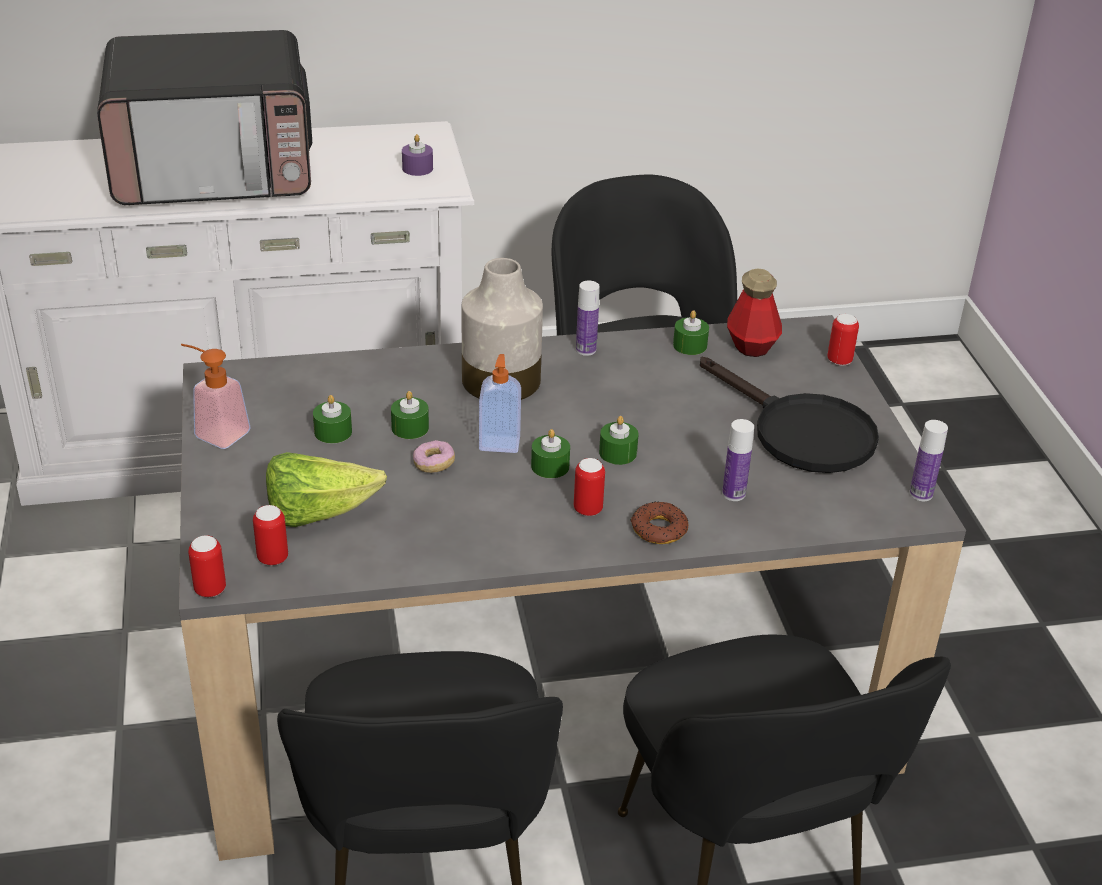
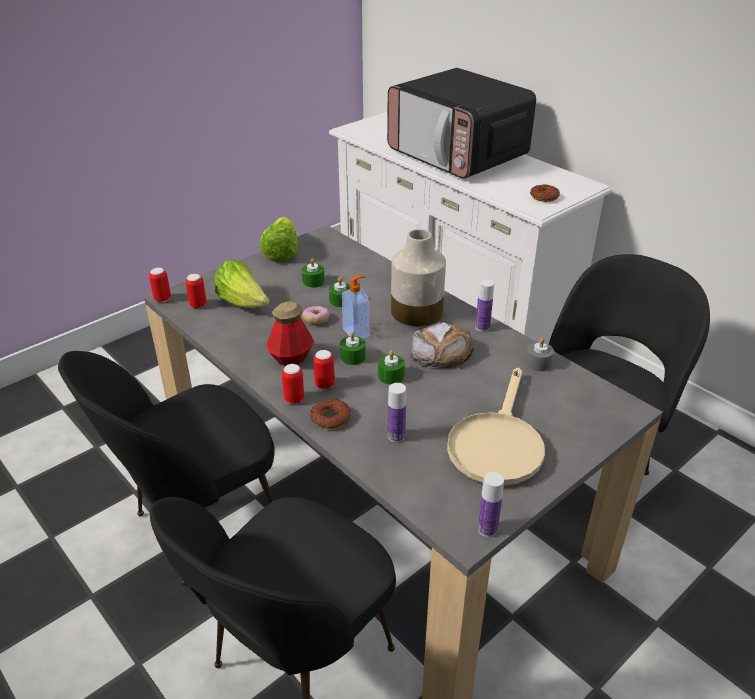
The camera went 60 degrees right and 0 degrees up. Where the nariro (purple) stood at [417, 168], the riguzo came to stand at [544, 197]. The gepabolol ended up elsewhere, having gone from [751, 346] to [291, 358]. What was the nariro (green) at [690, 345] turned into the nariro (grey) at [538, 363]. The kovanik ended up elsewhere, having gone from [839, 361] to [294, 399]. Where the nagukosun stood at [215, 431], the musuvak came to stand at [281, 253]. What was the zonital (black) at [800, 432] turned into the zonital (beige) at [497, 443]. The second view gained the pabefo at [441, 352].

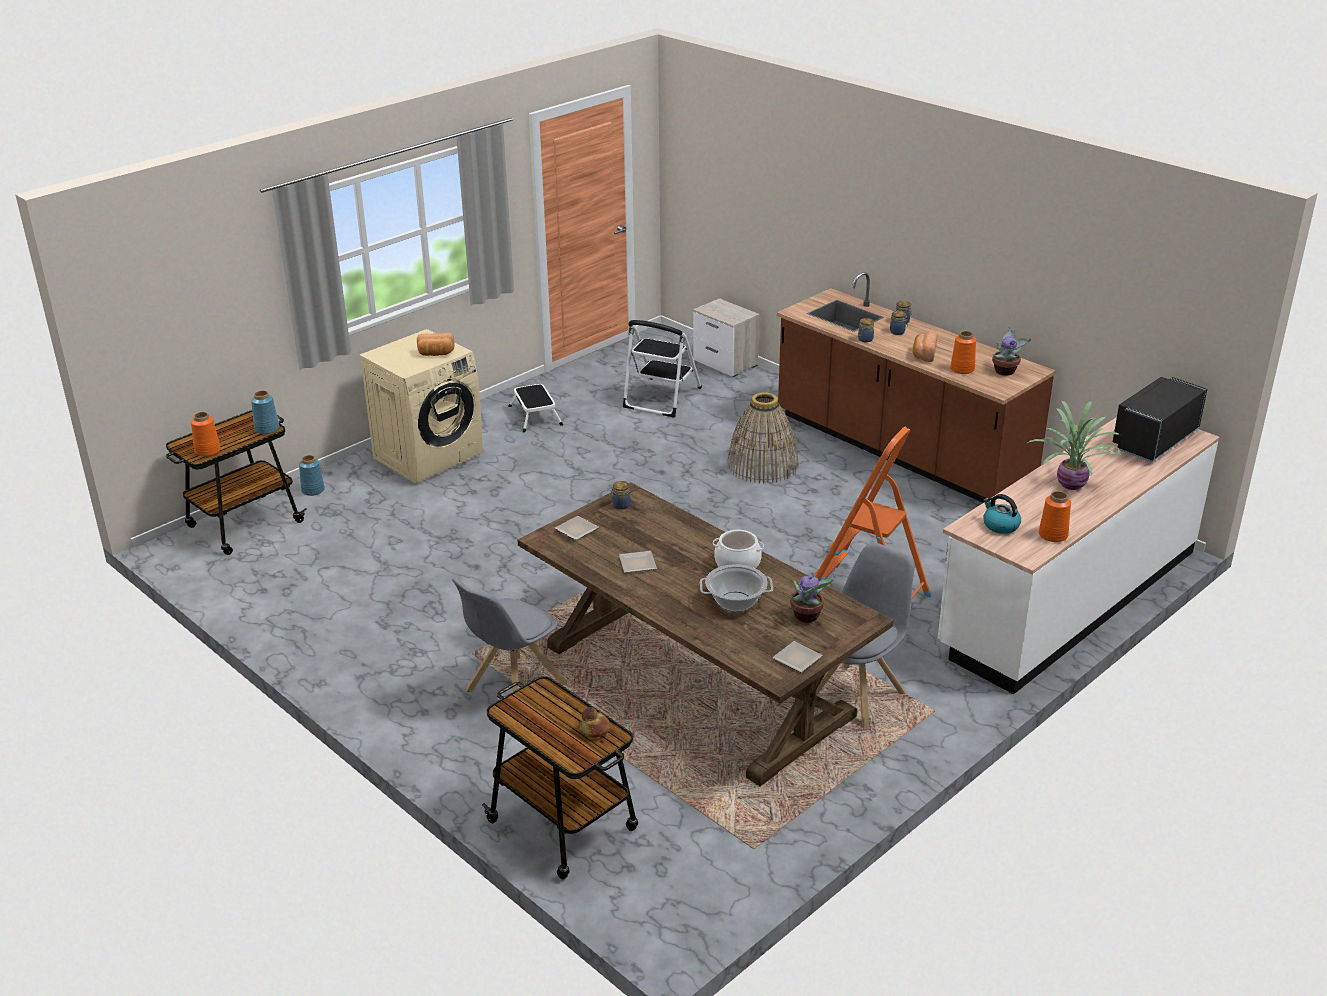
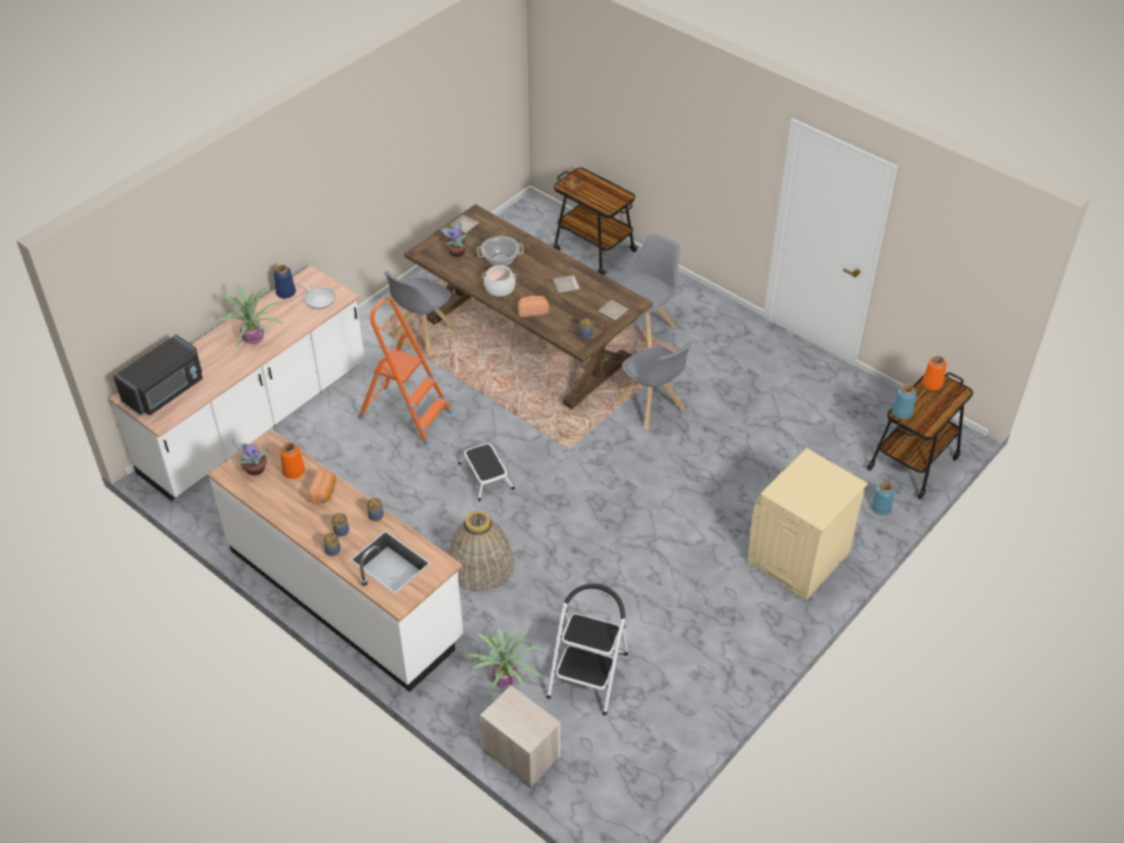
The camera went 175 degrees right and 15 degrees up. What was the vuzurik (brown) at [901, 451] turned into the vuzurik (white) at [345, 594]. The pabefo ended up elsewhere, having gone from [436, 353] to [532, 311]. The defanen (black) ended up elsewhere, having gone from [535, 415] to [486, 476]. What was the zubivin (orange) at [1053, 535] turned into the zubivin (blue) at [285, 293]. Where the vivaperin stood at [1000, 525], the zonital came to stand at [319, 299]. The second view gained the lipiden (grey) at [652, 407]. The second view gained the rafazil at [504, 680].

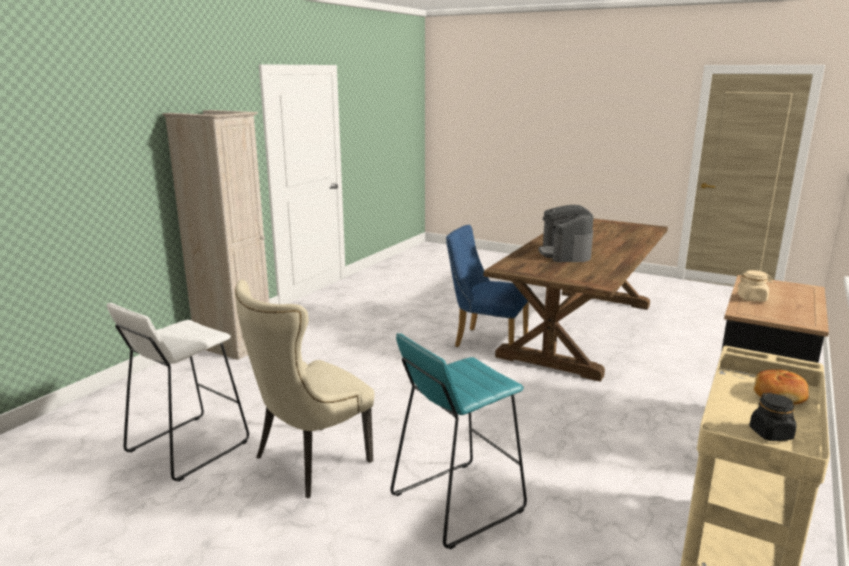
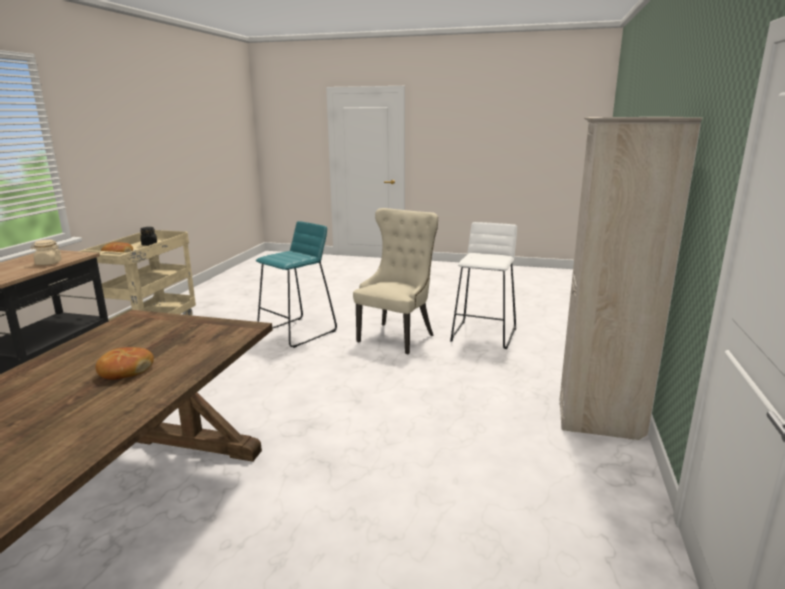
The camera went 165 degrees right and 0 degrees up. Where the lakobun stood at [565, 253], the pabefo came to stand at [125, 371]. The second view lost the lipiden (blue) at [485, 341].

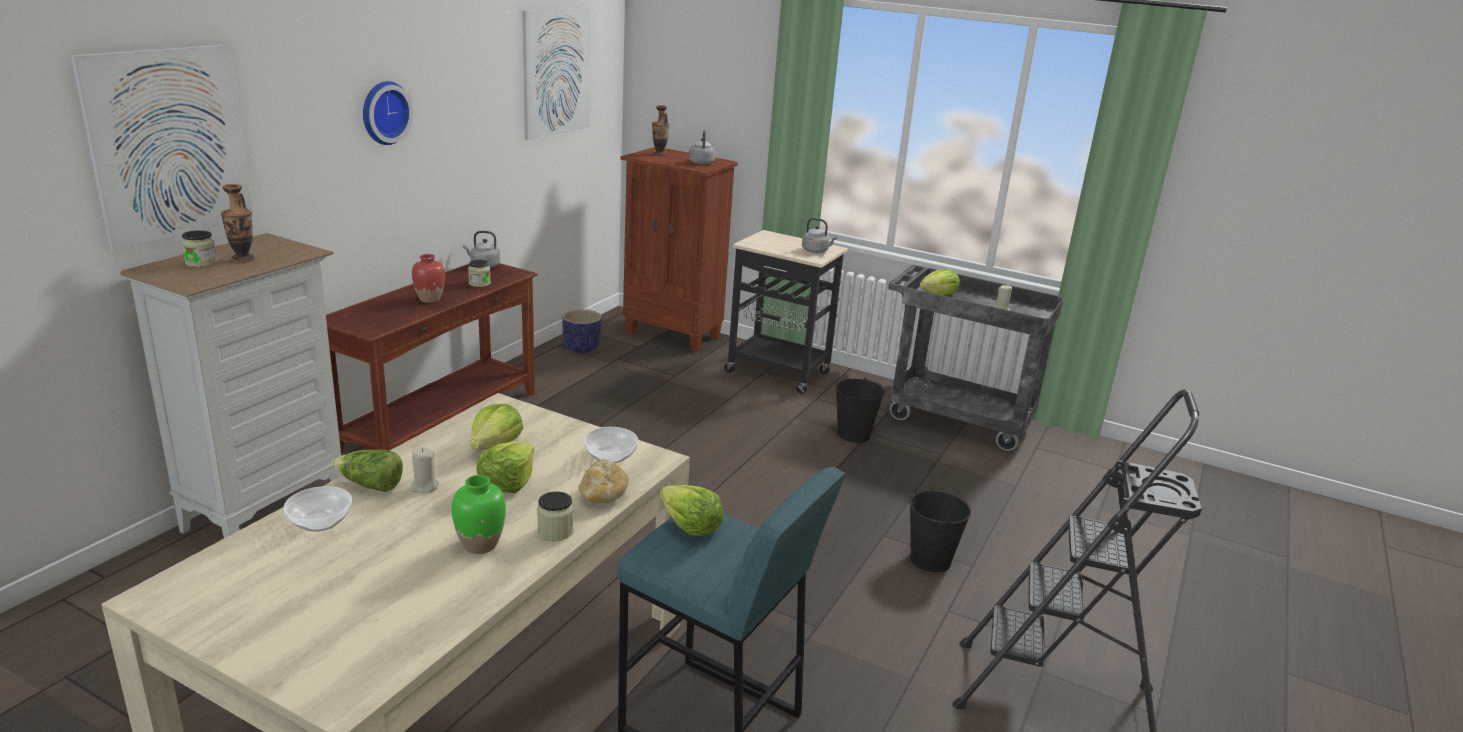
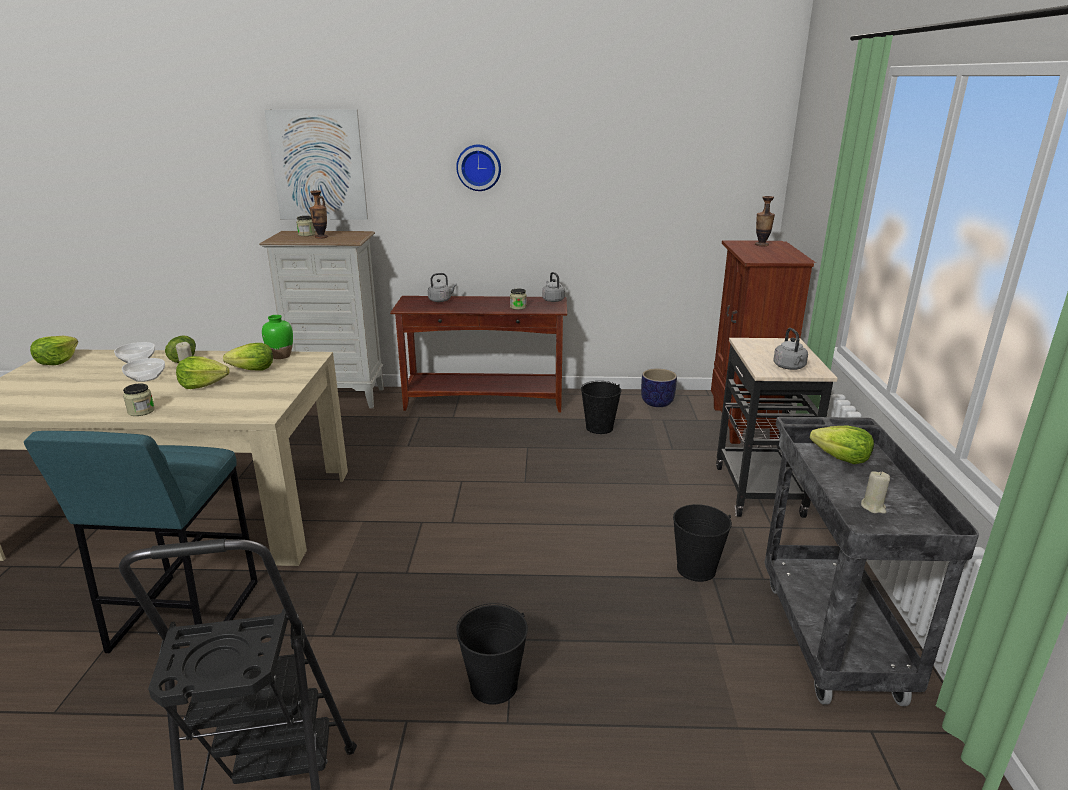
The camera went 65 degrees right and 0 degrees up. The second view lost the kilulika at [556, 72]. The vivaperin (grey) ended up elsewhere, having gone from [701, 162] to [441, 300]. The second view lost the zubivin (red) at [430, 299]. The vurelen ended up elsewhere, having gone from [610, 456] to [147, 377]. The second view lost the pabefo at [603, 495]. The zubivin (green) ended up elsewhere, having gone from [480, 545] to [280, 356]. The musuvak ended up elsewhere, having gone from [690, 526] to [57, 361]. The second view gained the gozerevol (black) at [599, 427].

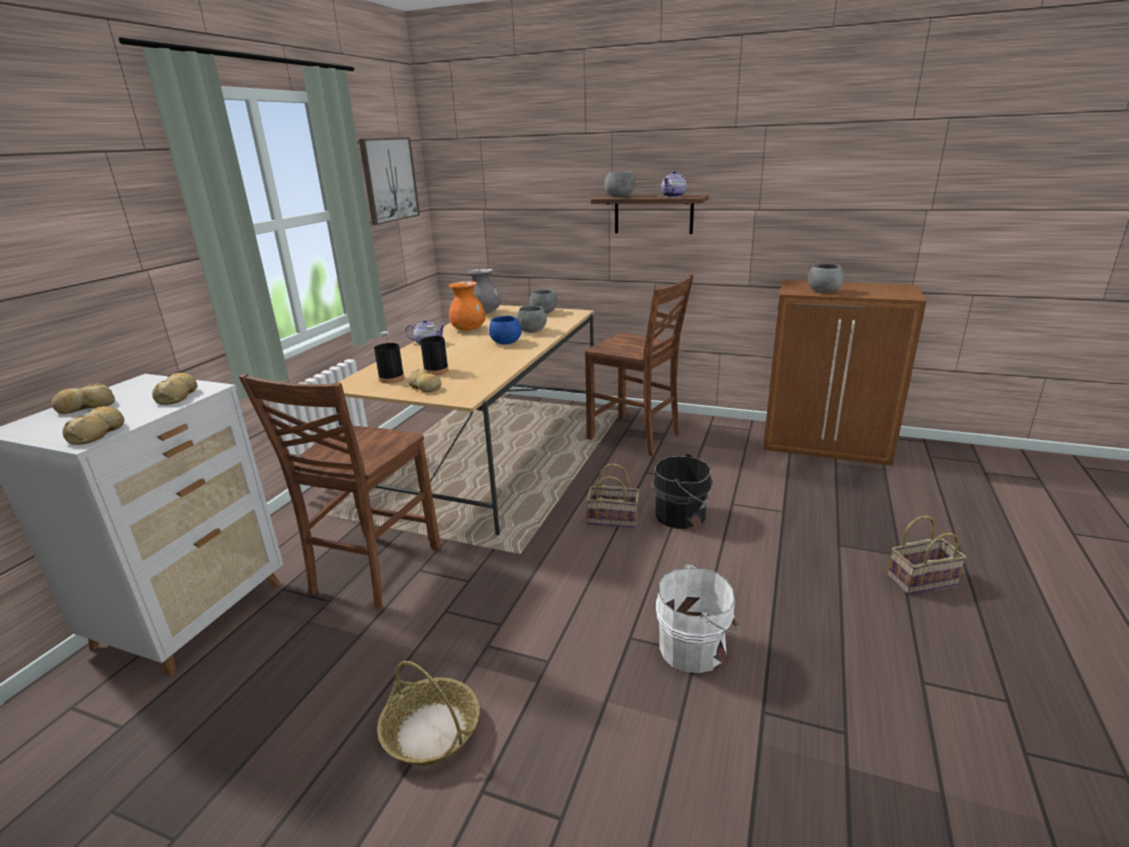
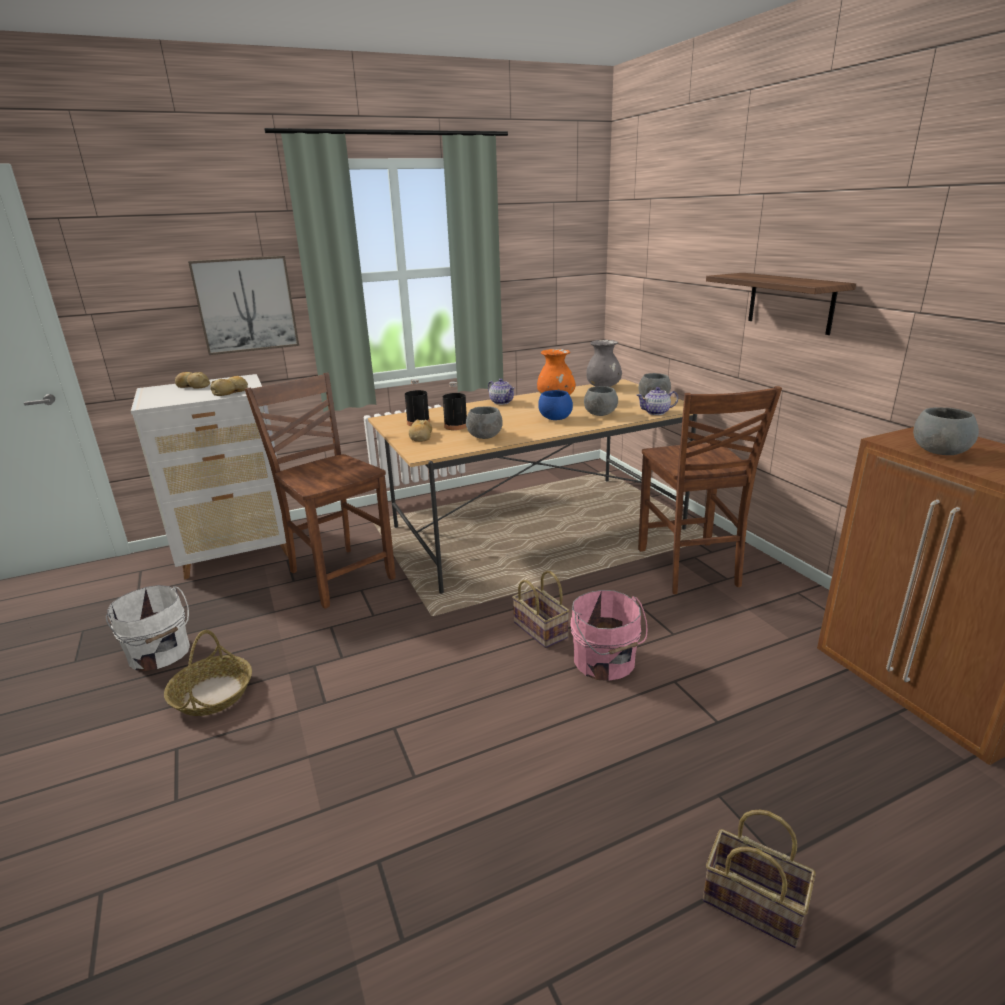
The camera went 45 degrees right and 0 degrees up. The kilulika ended up elsewhere, having gone from [389, 180] to [246, 305]. The vurelen (grey) ended up elsewhere, having gone from [620, 197] to [484, 437]. The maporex ended up elsewhere, having gone from [673, 196] to [656, 412]. The lipiden (brown) at [373, 570] ended up facing another way, 75 degrees clockwise from before. The second view lost the pabefo at [98, 433]. What was the gozerevol (black) at [683, 515] turned into the gozerevol (pink) at [605, 663]. The gozerevol (white) ended up elsewhere, having gone from [695, 647] to [159, 654].

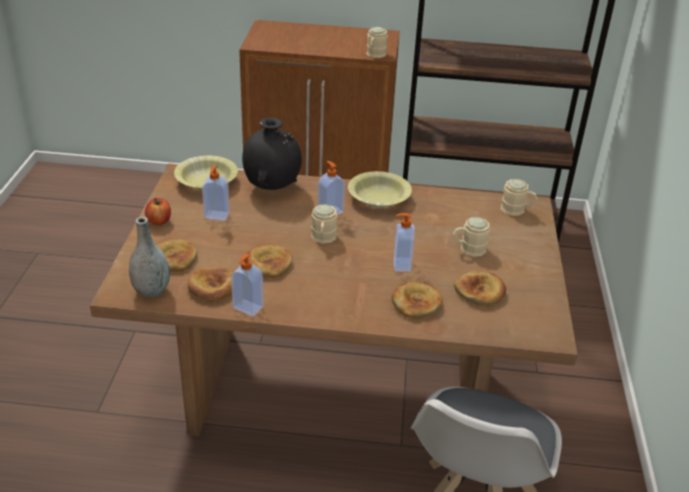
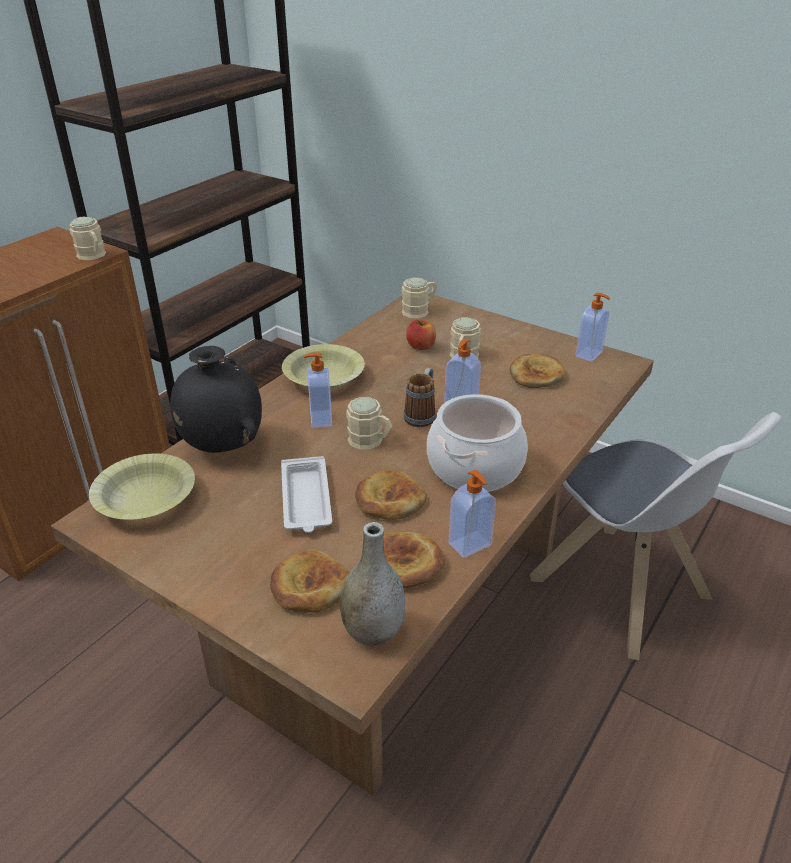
The camera went 60 degrees left and 0 degrees up. The nagukosun ended up elsewhere, having gone from [216, 216] to [589, 354]. The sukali ended up elsewhere, having gone from [159, 221] to [421, 346]. The second view lost the pabefo at [416, 302]. The second view gained the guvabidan at [422, 414]. The second view gained the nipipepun at [475, 467]. The second view gained the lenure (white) at [306, 500].

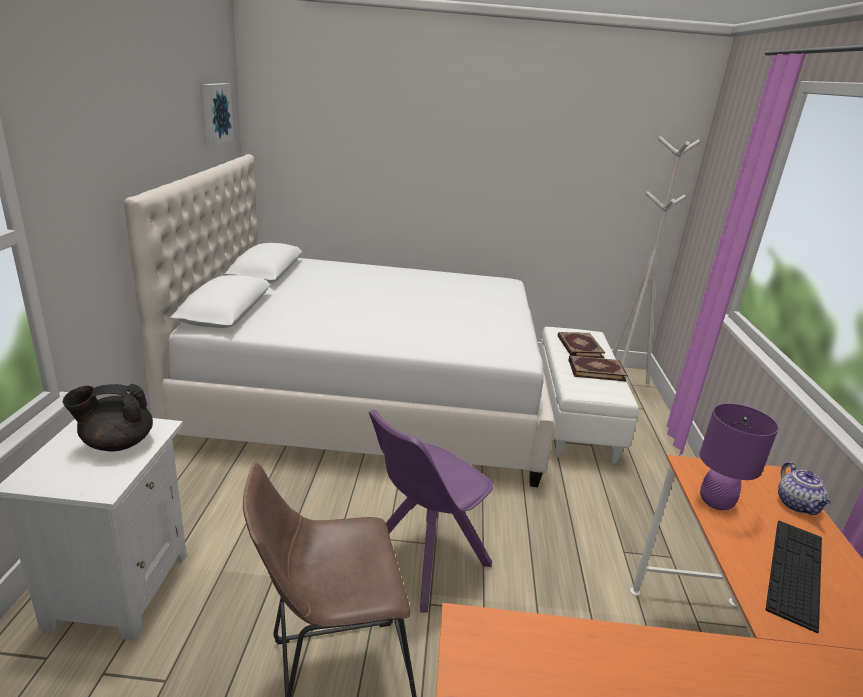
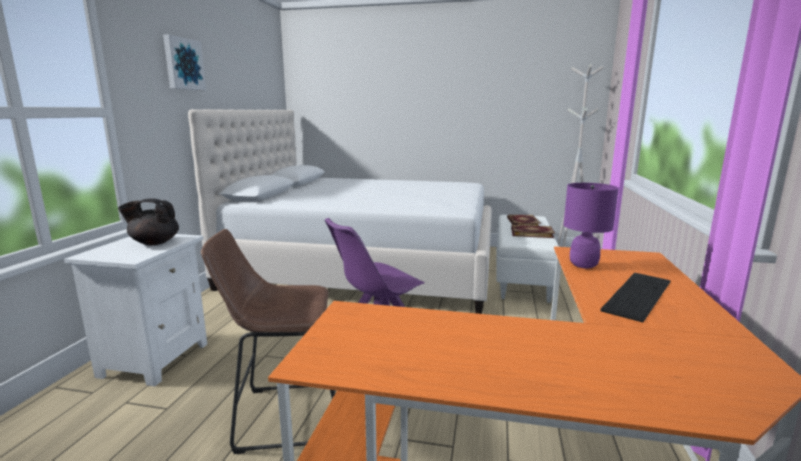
The camera went 10 degrees right and 10 degrees down. The kilulika ended up elsewhere, having gone from [215, 113] to [183, 64]. The second view lost the maporex at [797, 505].

